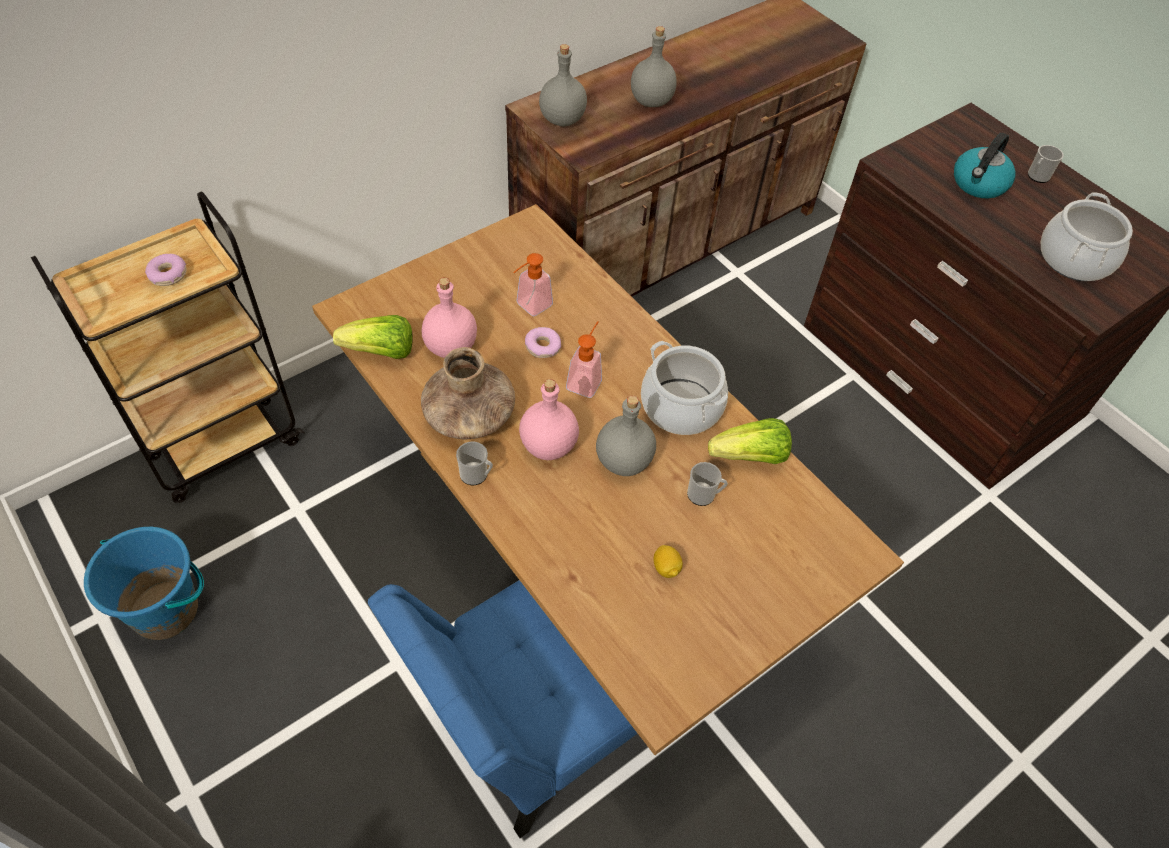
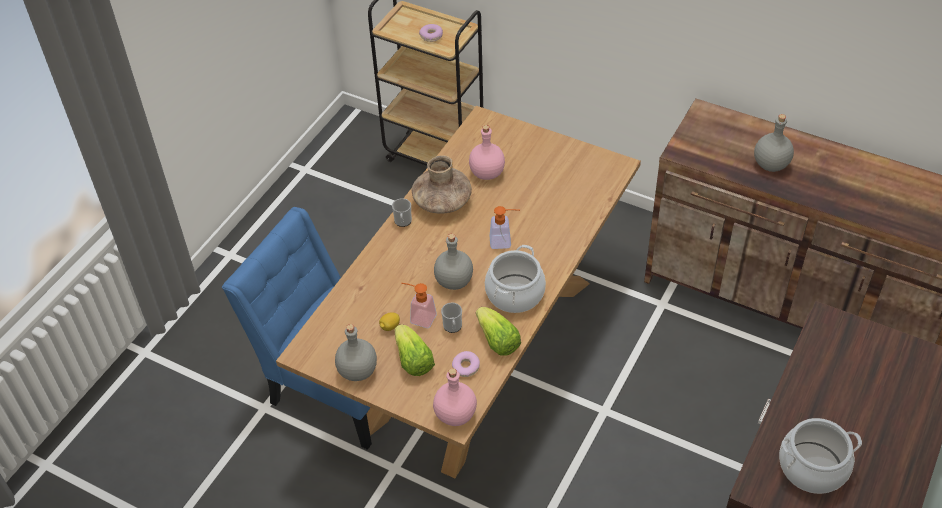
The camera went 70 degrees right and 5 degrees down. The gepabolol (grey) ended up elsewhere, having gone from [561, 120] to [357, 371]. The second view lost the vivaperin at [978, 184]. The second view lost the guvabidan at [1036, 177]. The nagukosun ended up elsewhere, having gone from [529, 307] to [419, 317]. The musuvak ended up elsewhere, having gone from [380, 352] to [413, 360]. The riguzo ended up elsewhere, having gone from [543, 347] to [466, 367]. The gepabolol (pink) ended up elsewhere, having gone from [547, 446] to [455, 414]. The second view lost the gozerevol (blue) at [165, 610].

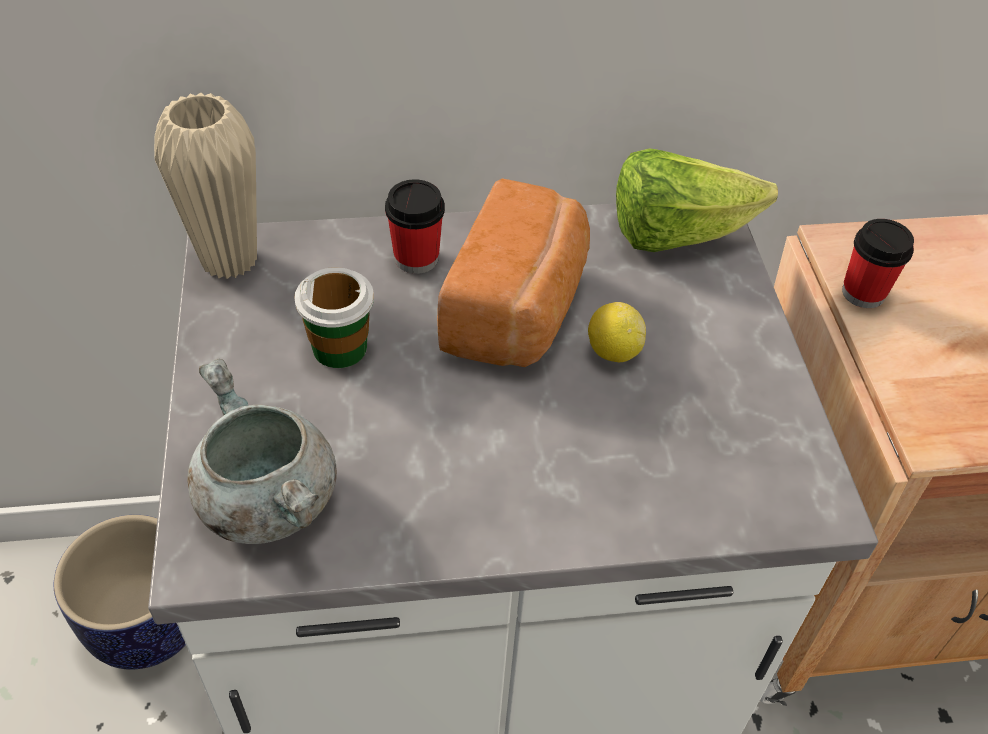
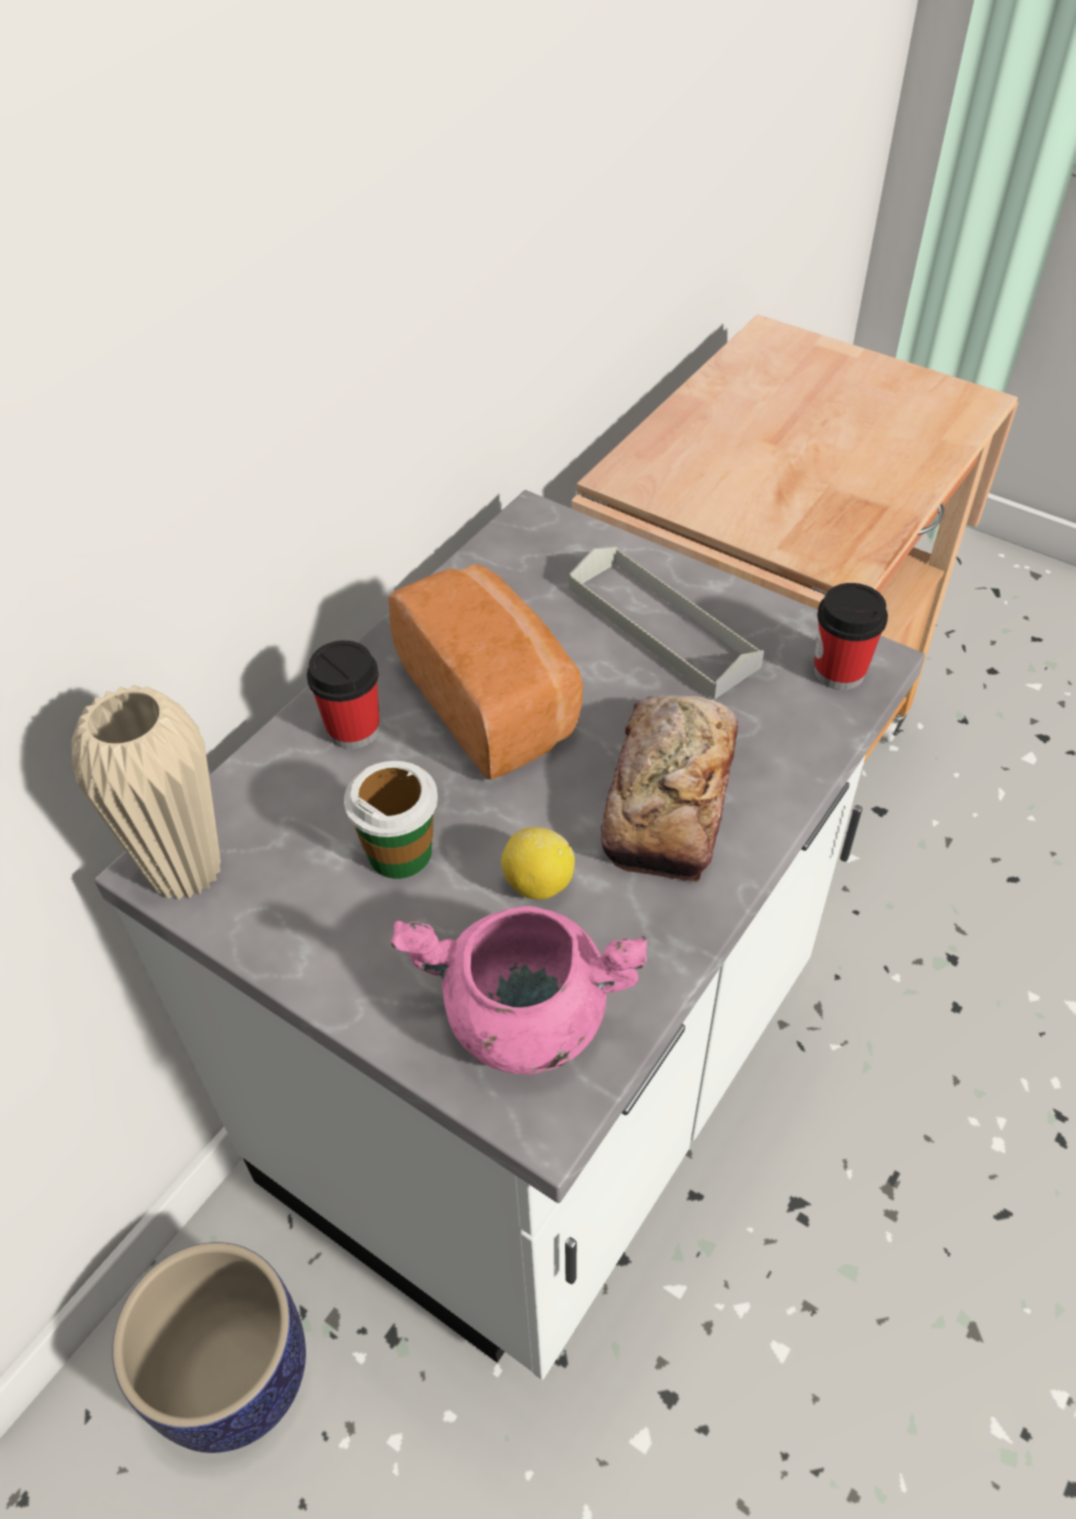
The camera went 45 degrees left and 0 degrees up. The second view lost the musuvak at [676, 234]. The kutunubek ended up elsewhere, having gone from [863, 293] to [839, 671]. The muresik ended up elsewhere, having gone from [613, 351] to [537, 883]. What was the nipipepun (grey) at [265, 499] turned into the nipipepun (pink) at [522, 1017]. The second view gained the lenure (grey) at [662, 627]. The second view gained the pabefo at [669, 797].

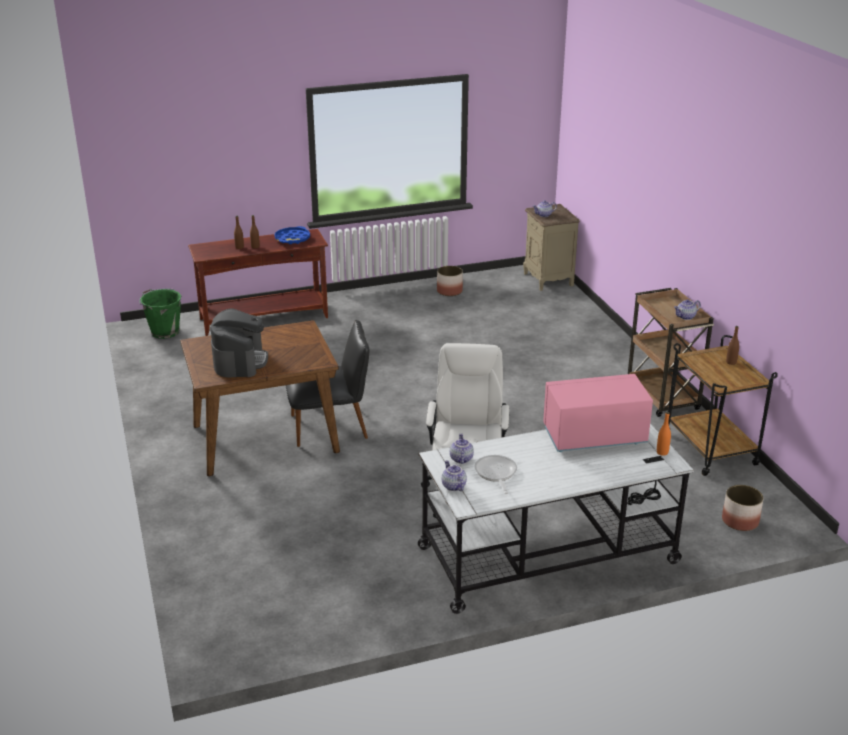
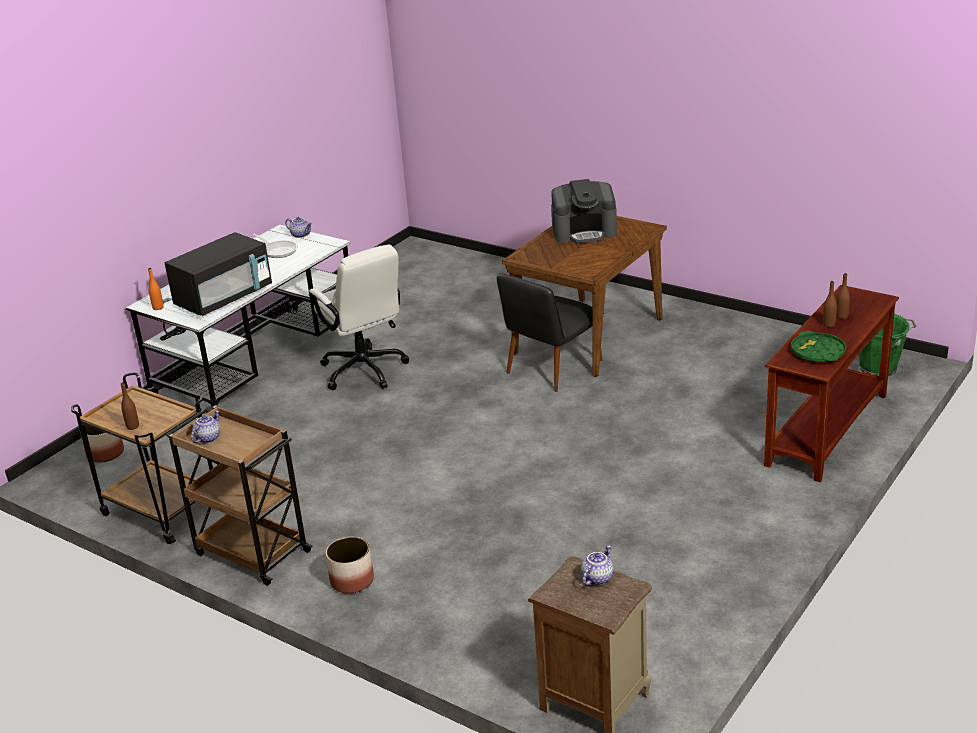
The camera went 145 degrees right and 0 degrees up. What was the lenure (blue) at [292, 239] turned into the lenure (green) at [817, 352]. The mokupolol ended up elsewhere, having gone from [449, 291] to [352, 581]. The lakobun at [240, 361] ended up facing another way, 60 degrees counterclockwise from before. What was the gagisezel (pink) at [594, 436] turned into the gagisezel (black) at [224, 298]. The second view lost the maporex at [460, 459].

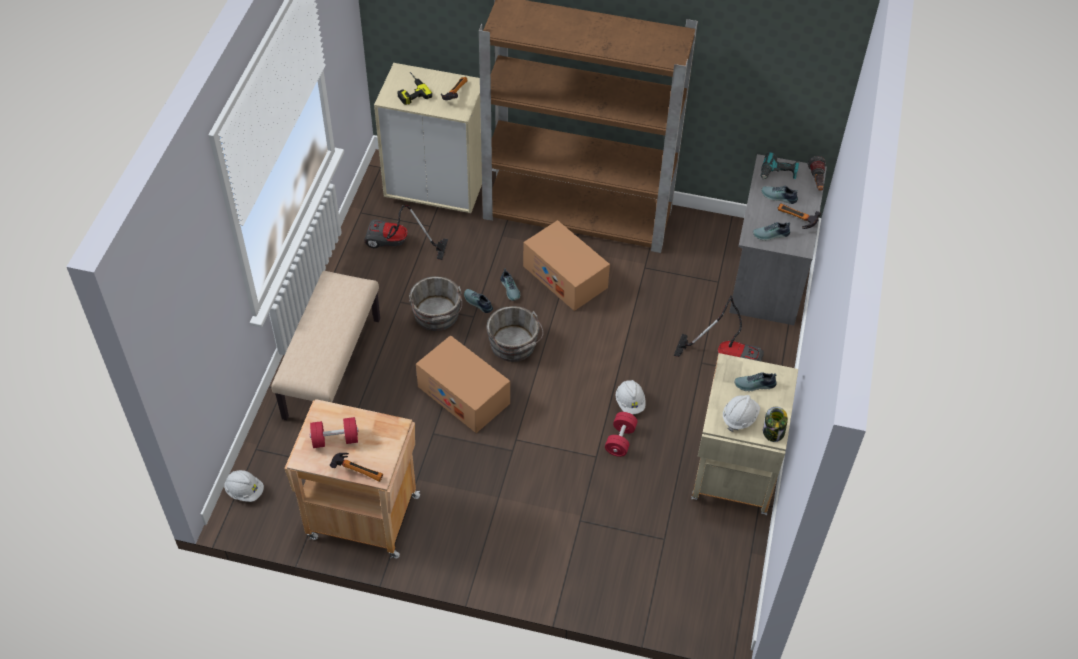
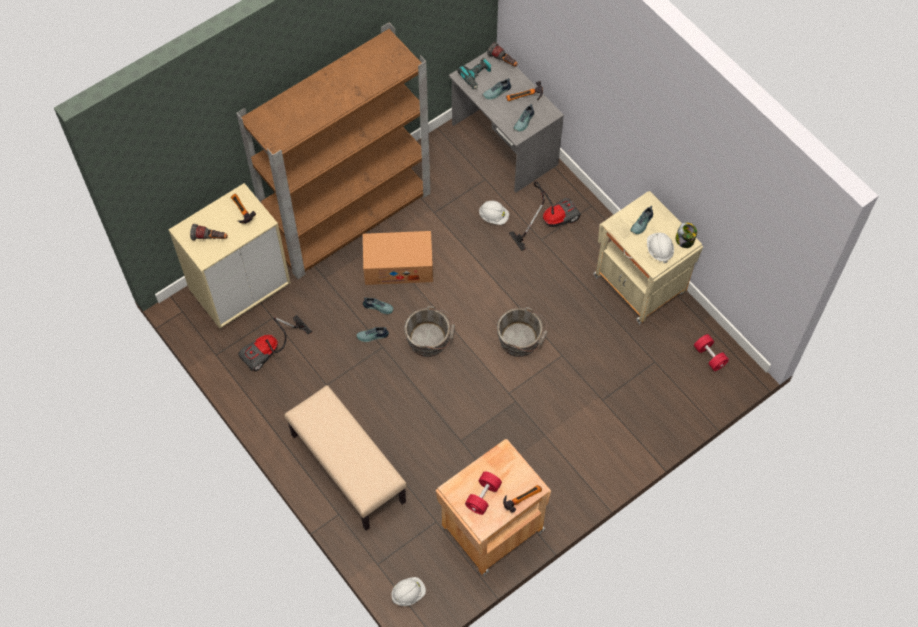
The camera went 50 degrees left and 10 degrees up. Where the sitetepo stood at [410, 91], the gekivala came to stand at [210, 238]. The gozerevol (grey) ended up elsewhere, having gone from [437, 316] to [521, 340]. The second view lost the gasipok at [463, 395]. The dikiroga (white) ended up elsewhere, having gone from [630, 402] to [493, 216]. The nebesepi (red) ended up elsewhere, having gone from [620, 440] to [709, 356].

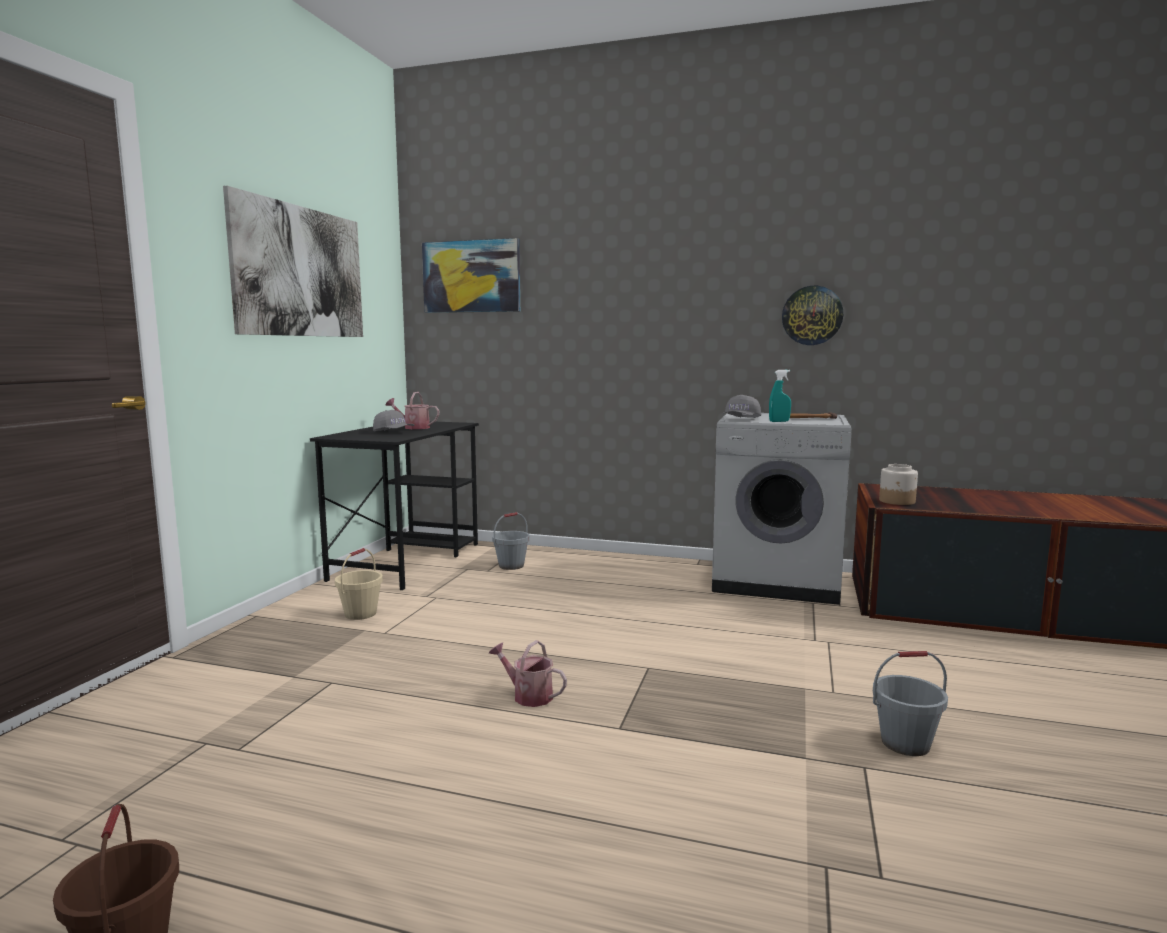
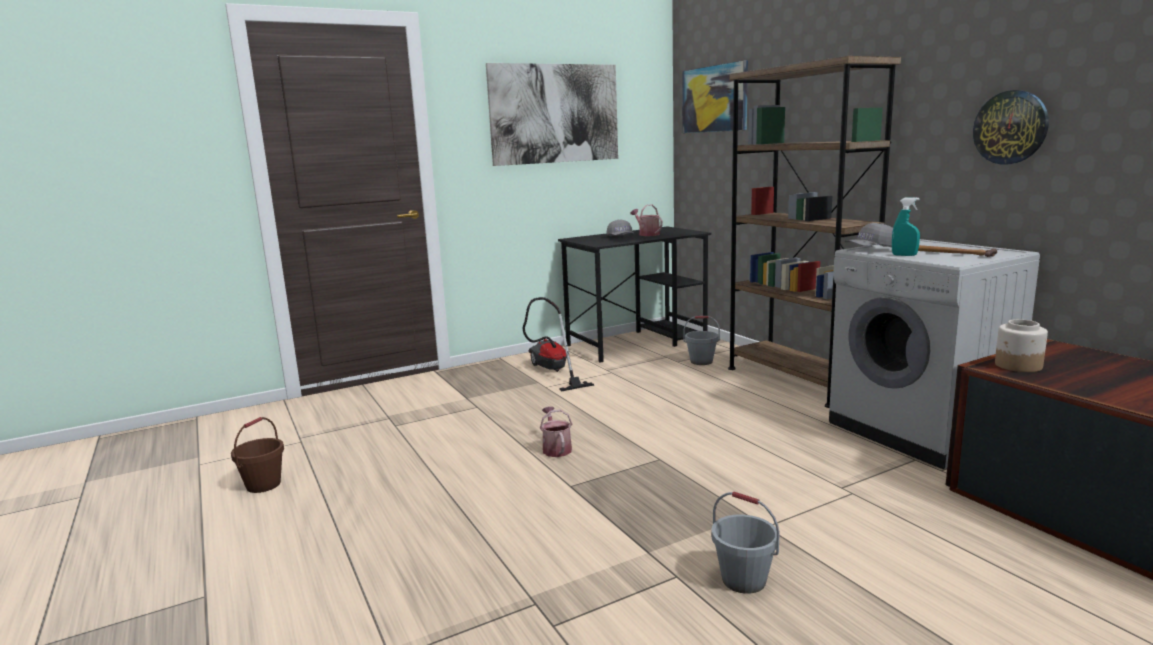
The camera went 45 degrees right and 5 degrees up. Where the gozerevol (beige) stood at [360, 614], the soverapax came to stand at [552, 371]. The second view gained the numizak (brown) at [796, 380].

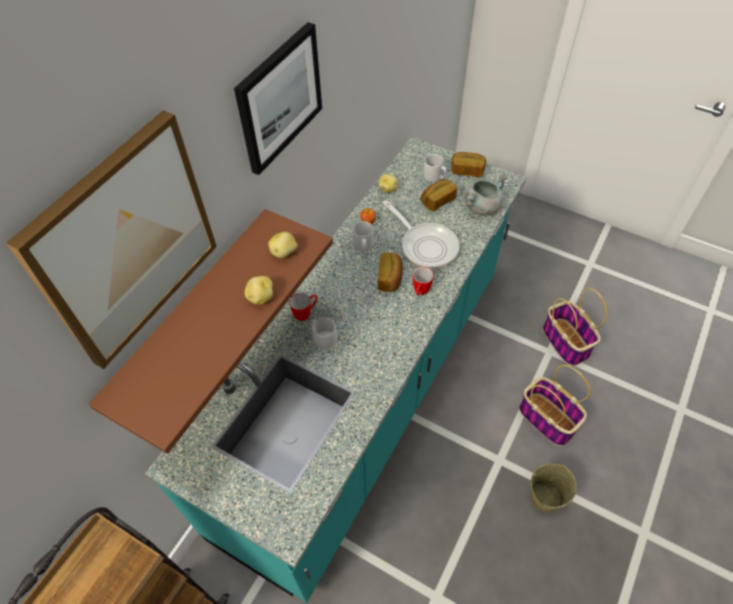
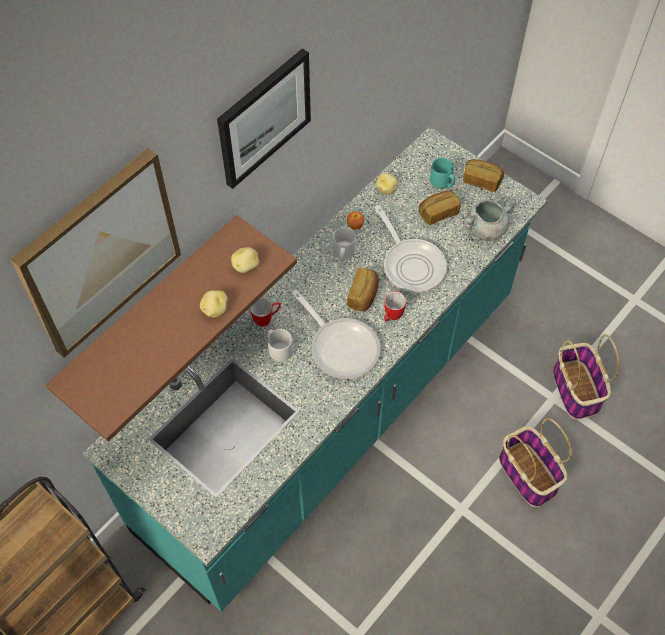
The camera went 10 degrees right and 5 degrees up. What was the guvabidan (grey) at [434, 177] turned into the guvabidan (turquoise) at [442, 182]. The second view lost the gozerevol (beige) at [545, 496]. The second view gained the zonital at [341, 346].

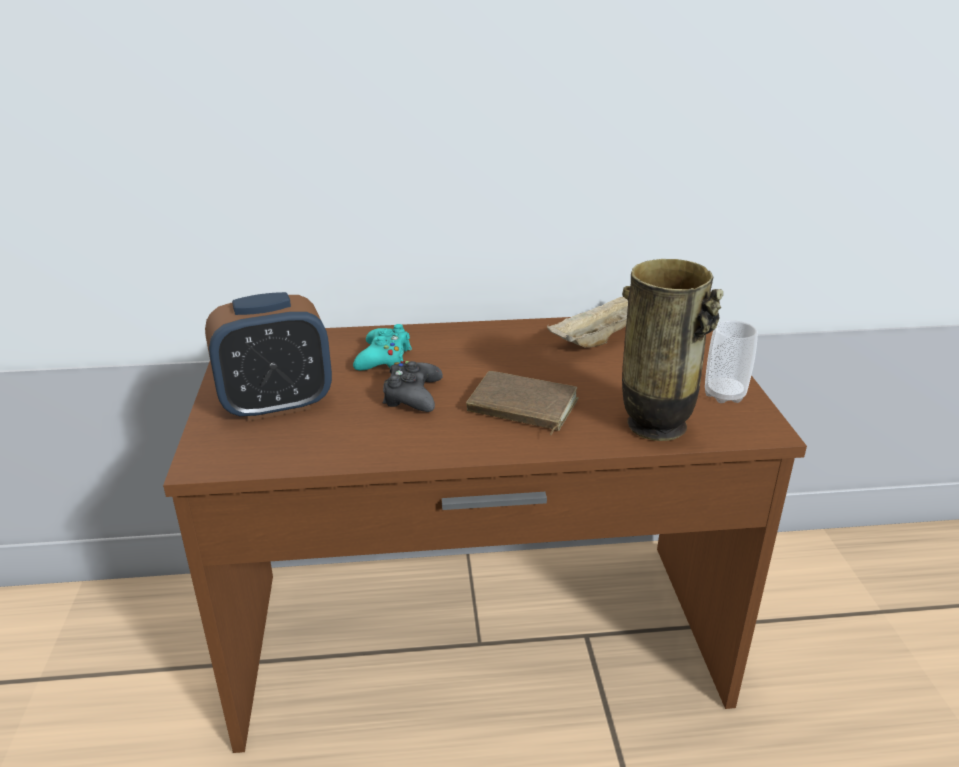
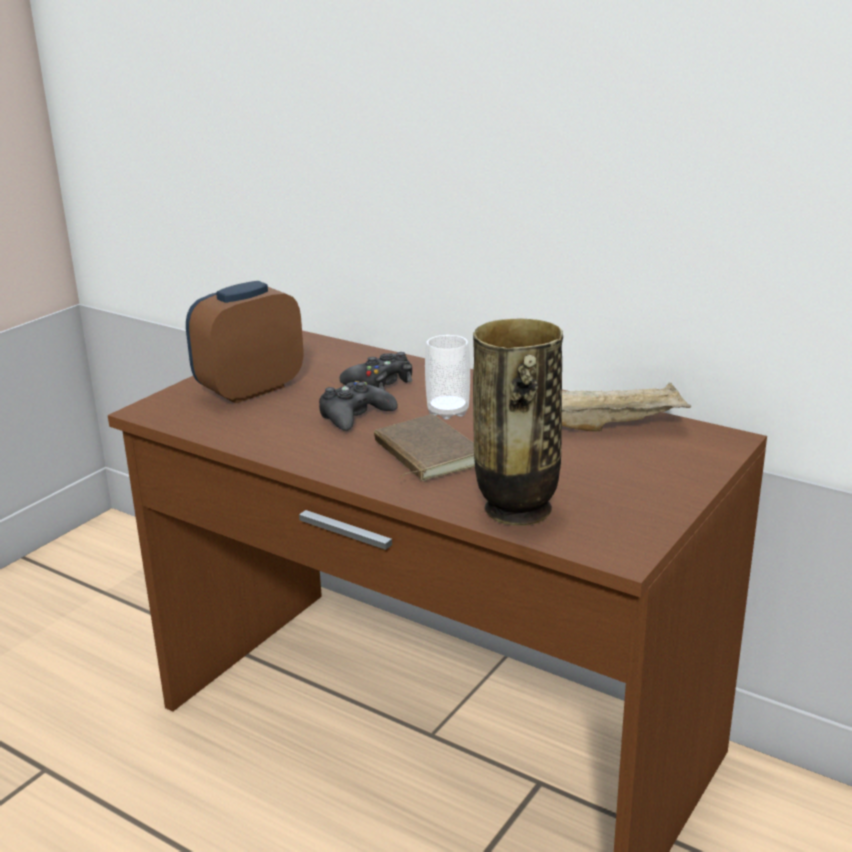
The camera went 40 degrees right and 5 degrees down. The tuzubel at [276, 405] ended up facing another way, 120 degrees clockwise from before. The kutunubek ended up elsewhere, having gone from [724, 394] to [448, 411]. What was the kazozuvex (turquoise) at [384, 358] turned into the kazozuvex (black) at [380, 382].

